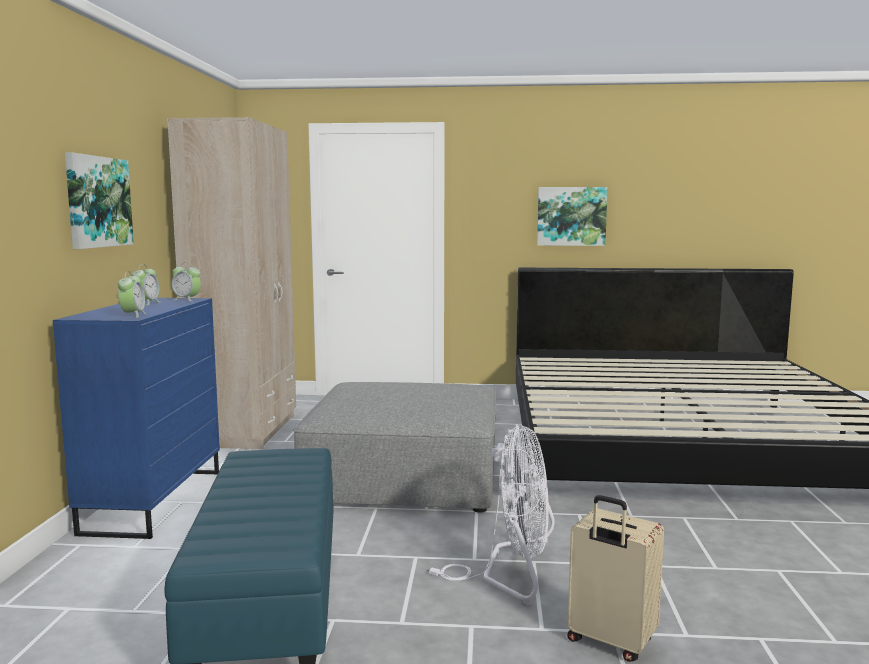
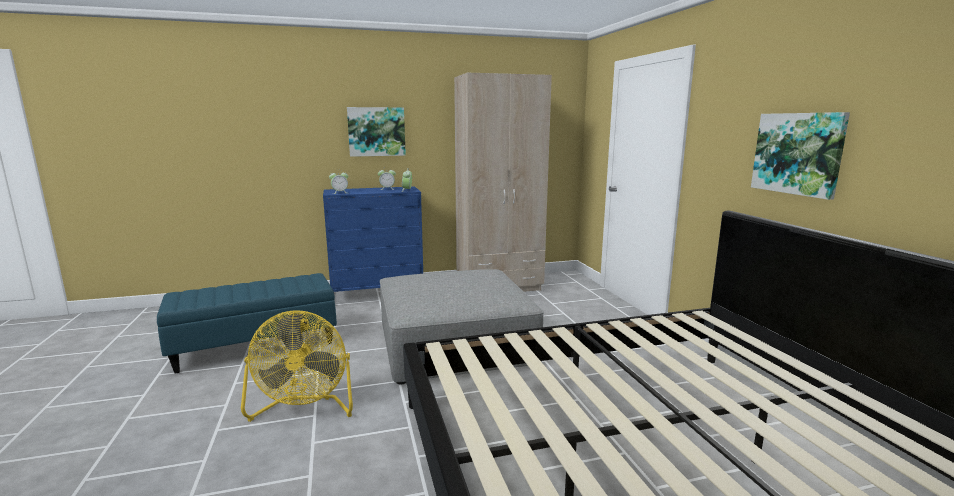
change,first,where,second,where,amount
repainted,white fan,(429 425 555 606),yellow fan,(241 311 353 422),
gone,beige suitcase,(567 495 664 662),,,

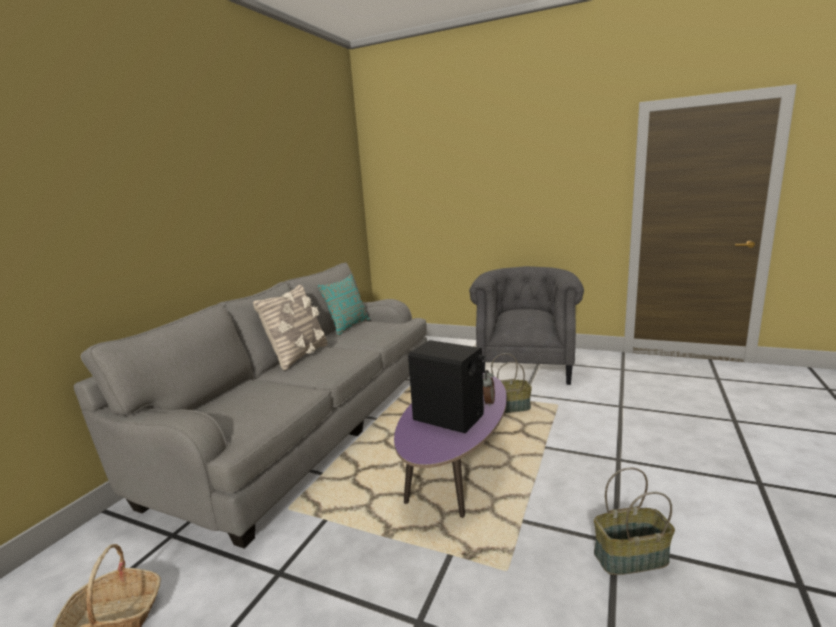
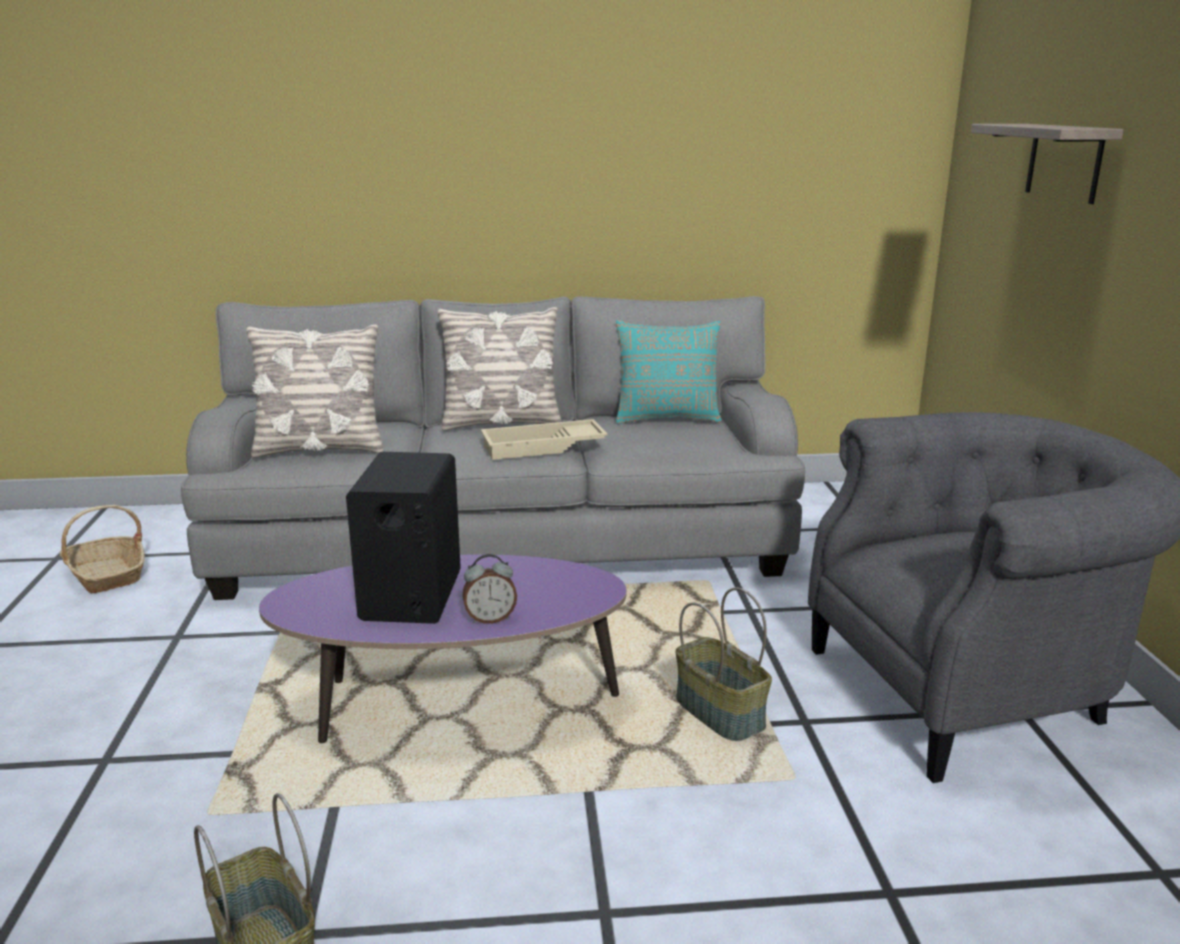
change,first,where,second,where,amount
new,,,beige pillow,(246 325 383 458),
new,,,beige tray,(481 419 608 460),
new,,,shelf,(971 124 1124 204),

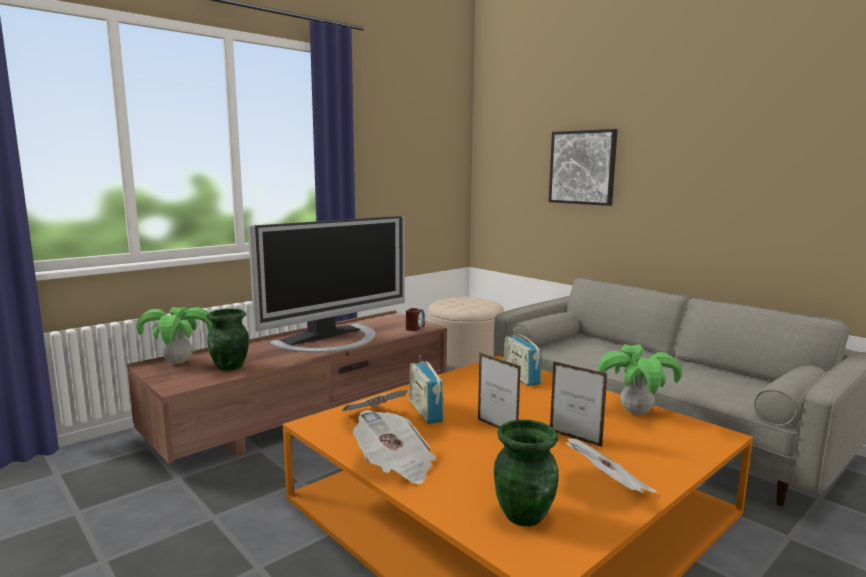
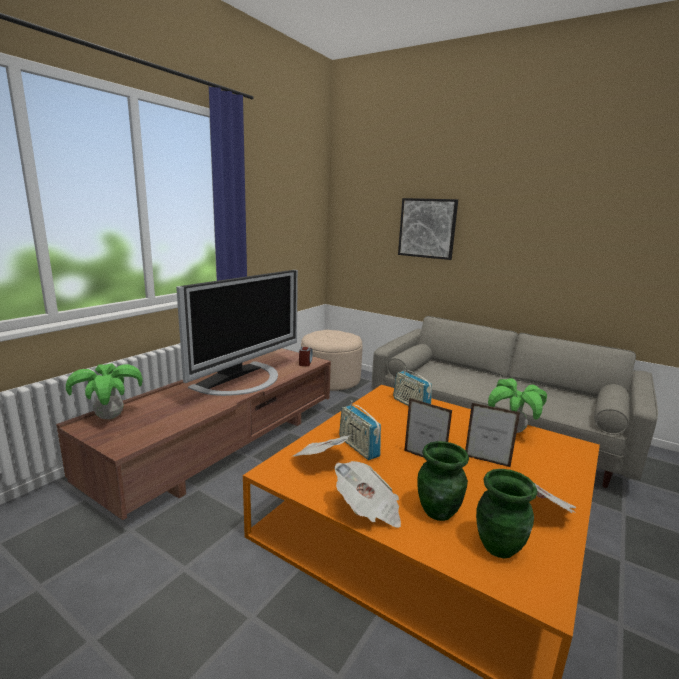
change,first,where,second,where,amount
shifted,green vase,(207 309 249 371),,(417 441 469 521),

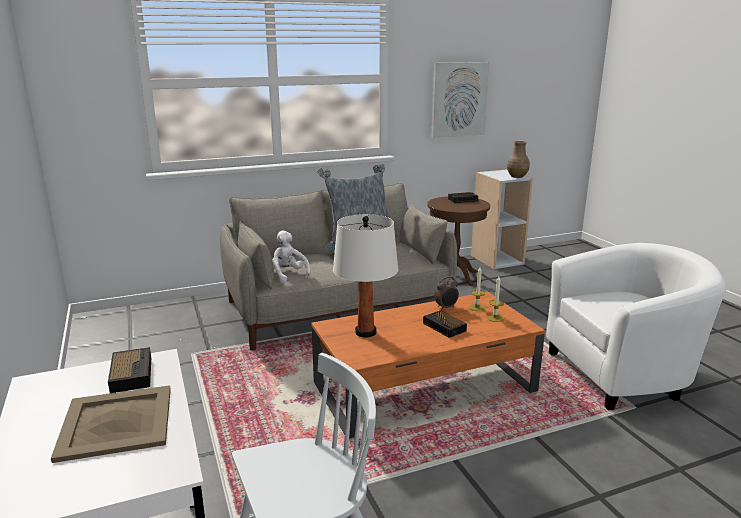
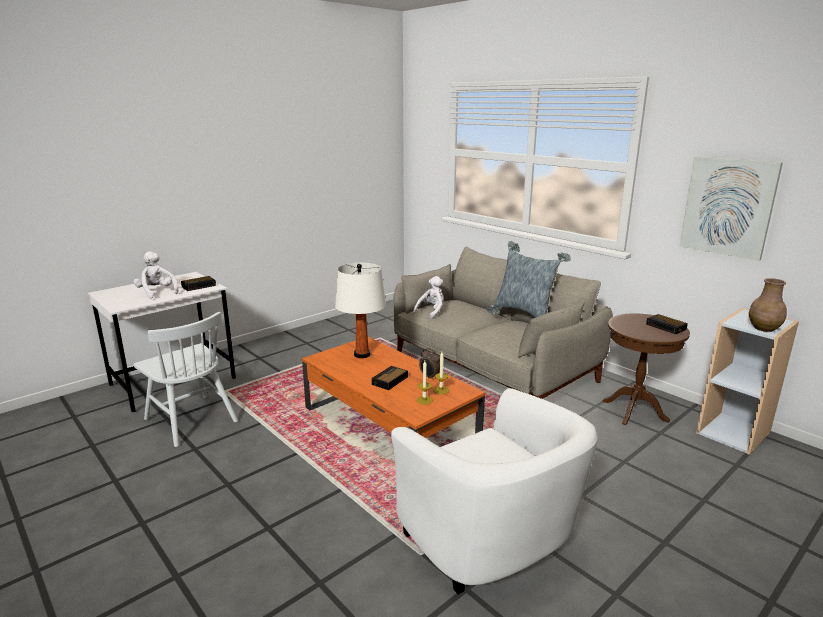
change,first,where,second,where,amount
swapped,beige tray,(51 385 171 463),white plush toy,(134 251 178 299),

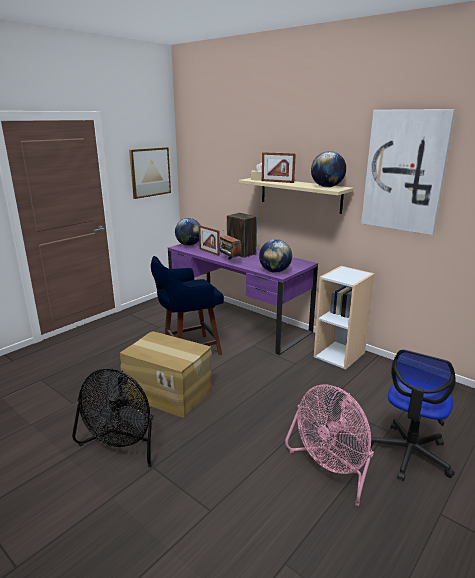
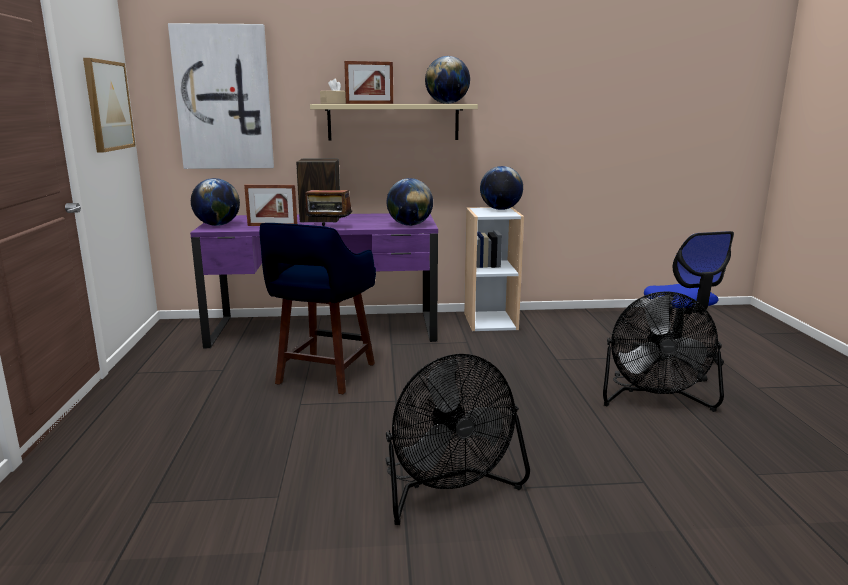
change,first,where,second,where,amount
gone,cardboard box,(120 331 212 418),,,
repainted,pink fan,(285 384 374 506),black fan,(603 292 724 412),
shifted,picture,(361 109 455 235),,(168 23 274 169),
new,,,globe,(480 166 523 210),

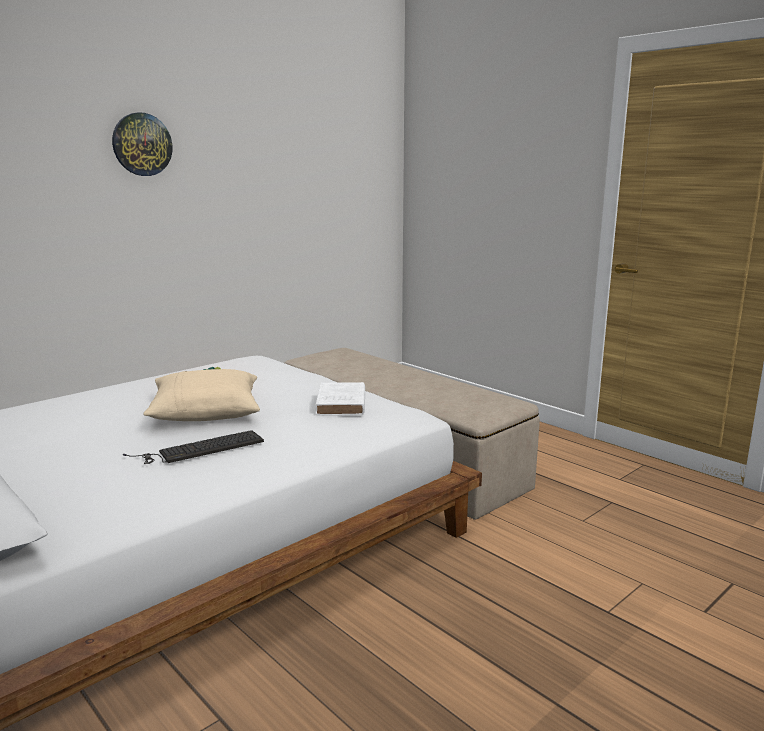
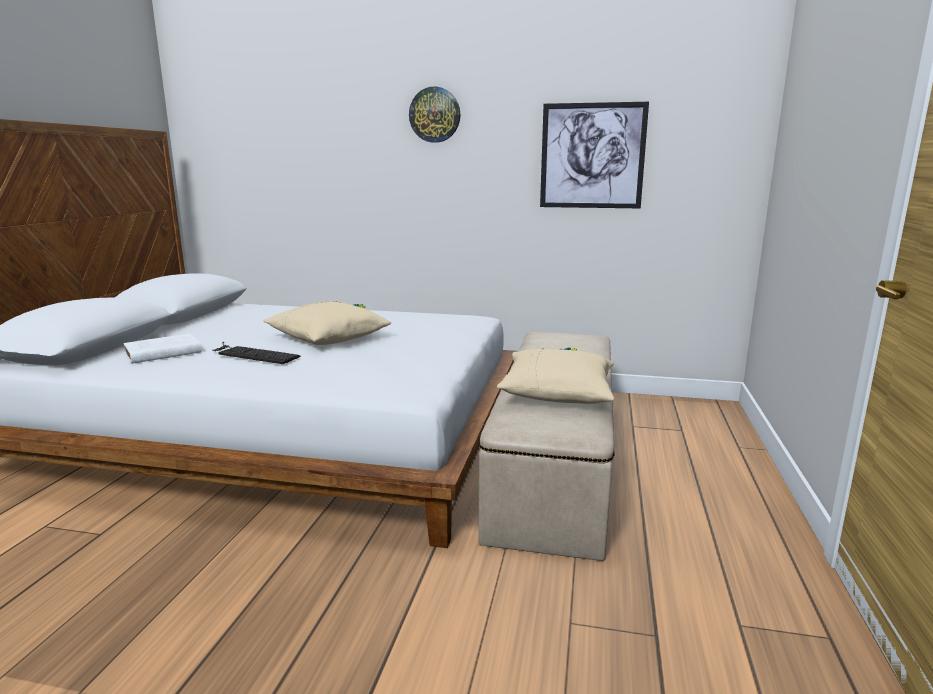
change,first,where,second,where,amount
shifted,white book,(316 382 365 416),,(123 333 201 364),
new,,,beige pillow,(497 347 614 404),
new,,,picture,(540 102 649 208),

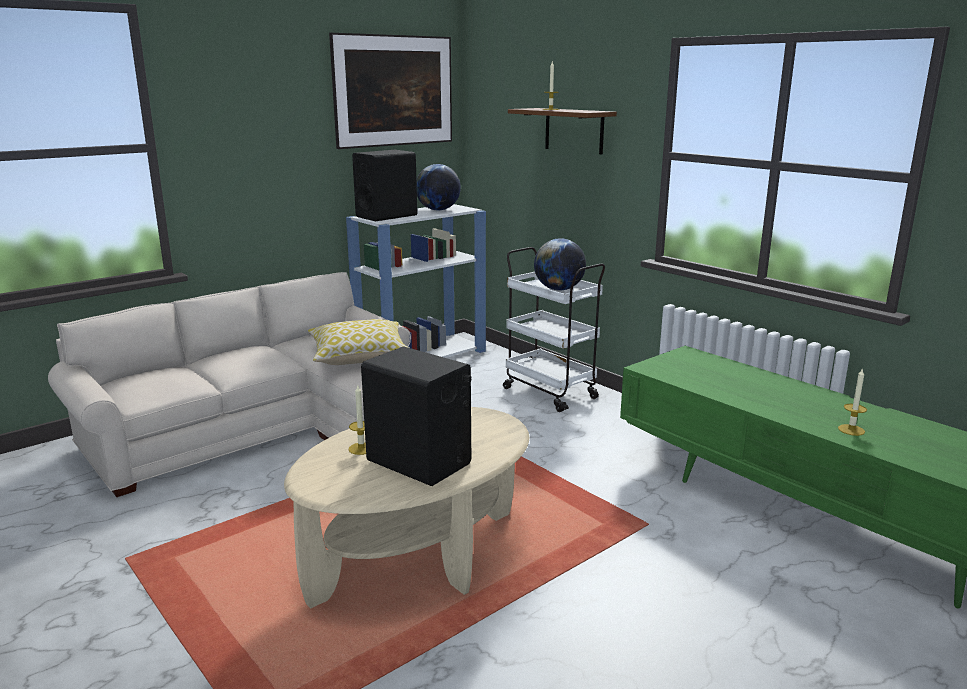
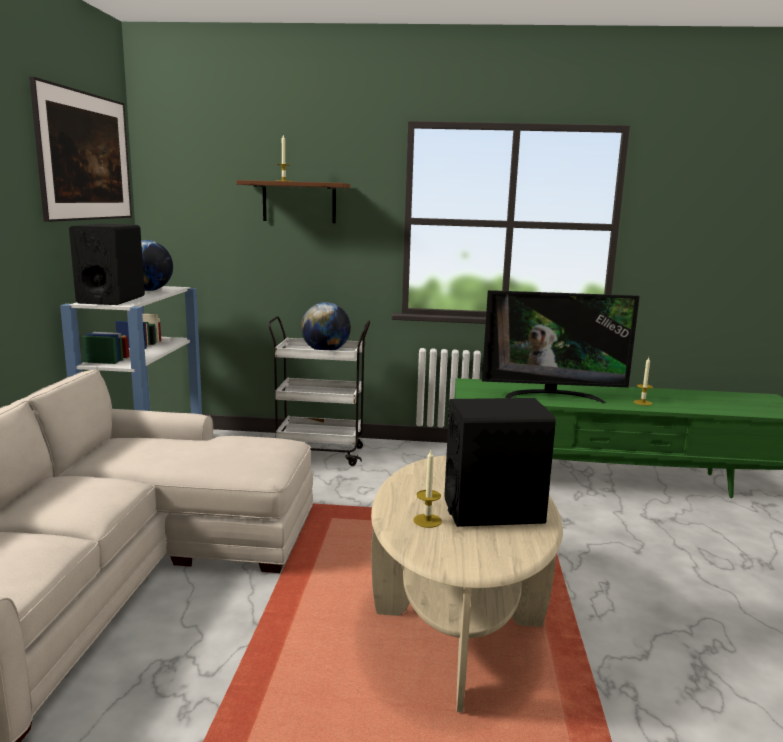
change,first,where,second,where,amount
gone,pillow,(308 319 409 365),,,
new,,,television,(482 290 640 403),

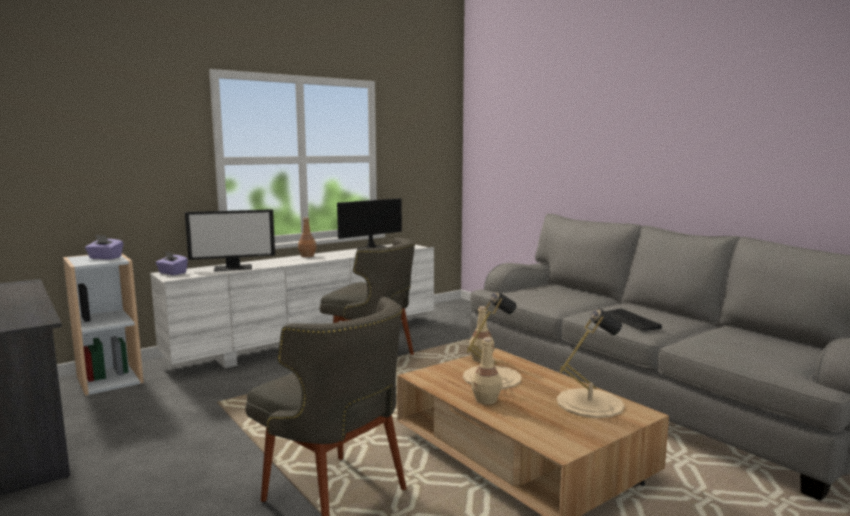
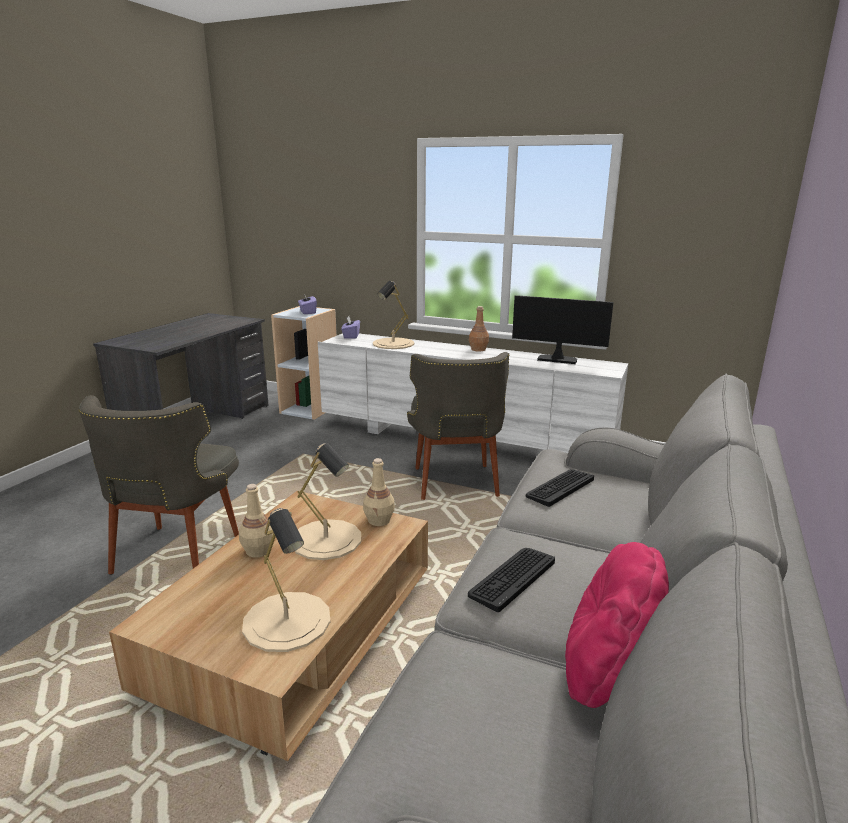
change,first,where,second,where,amount
swapped,monitor,(185 209 275 271),beige table lamp,(373 281 414 349),
new,,,keyboard,(526 469 594 507),
new,,,pink pillow,(565 542 669 708),

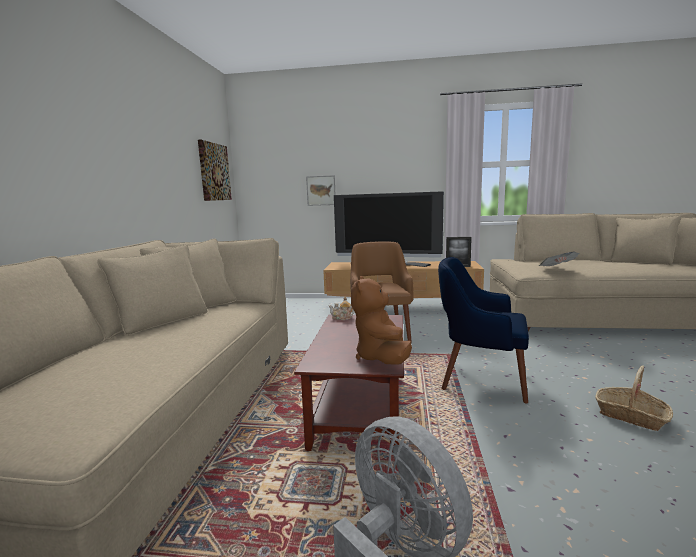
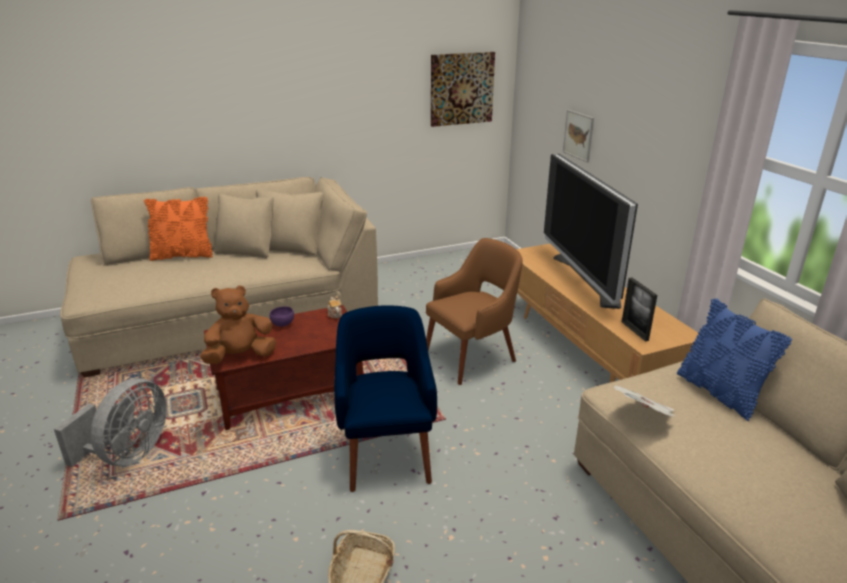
change,first,where,second,where,amount
new,,,orange pillow,(144 197 213 261),
new,,,purple bowl,(270 306 294 327),
new,,,blue pillow,(677 298 792 421),

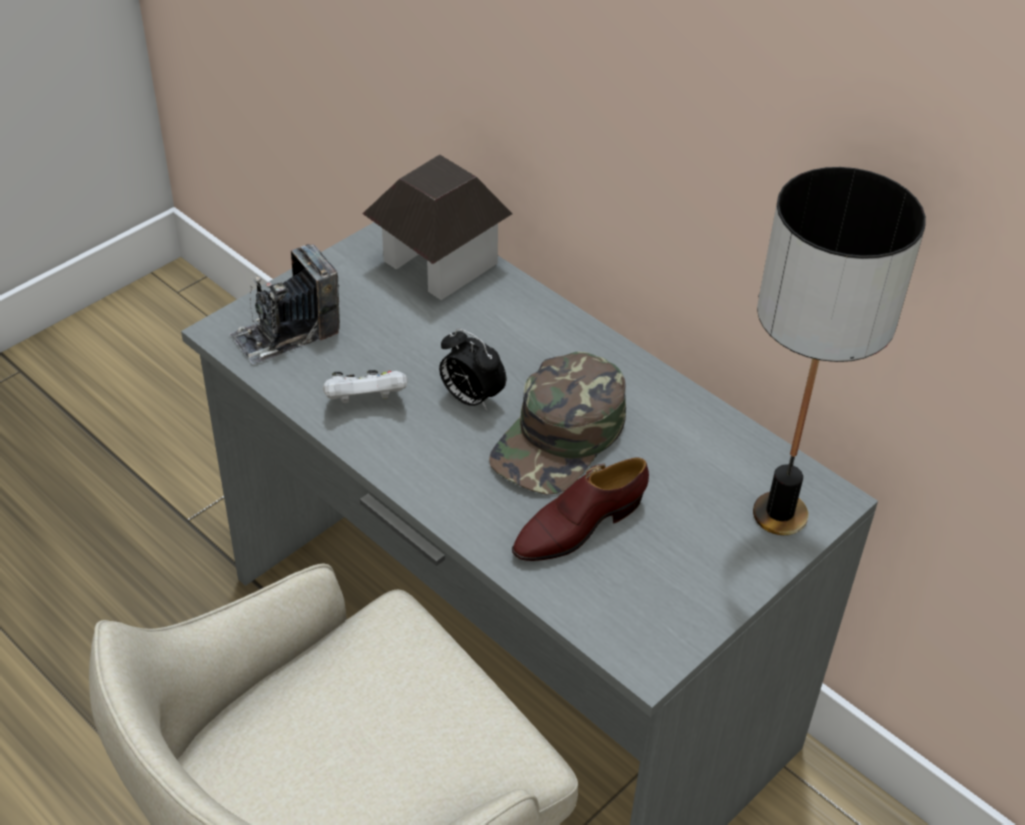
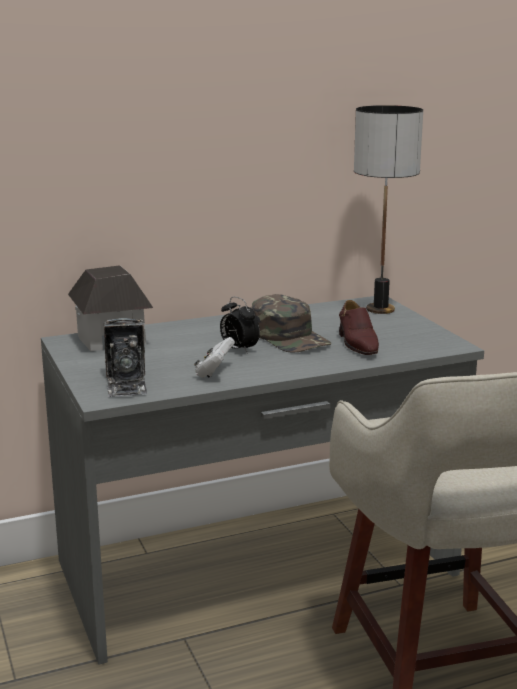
change,first,where,second,where,amount
rotated,alarm clock,(439 328 506 411),,(220 296 260 354),75 degrees clockwise

